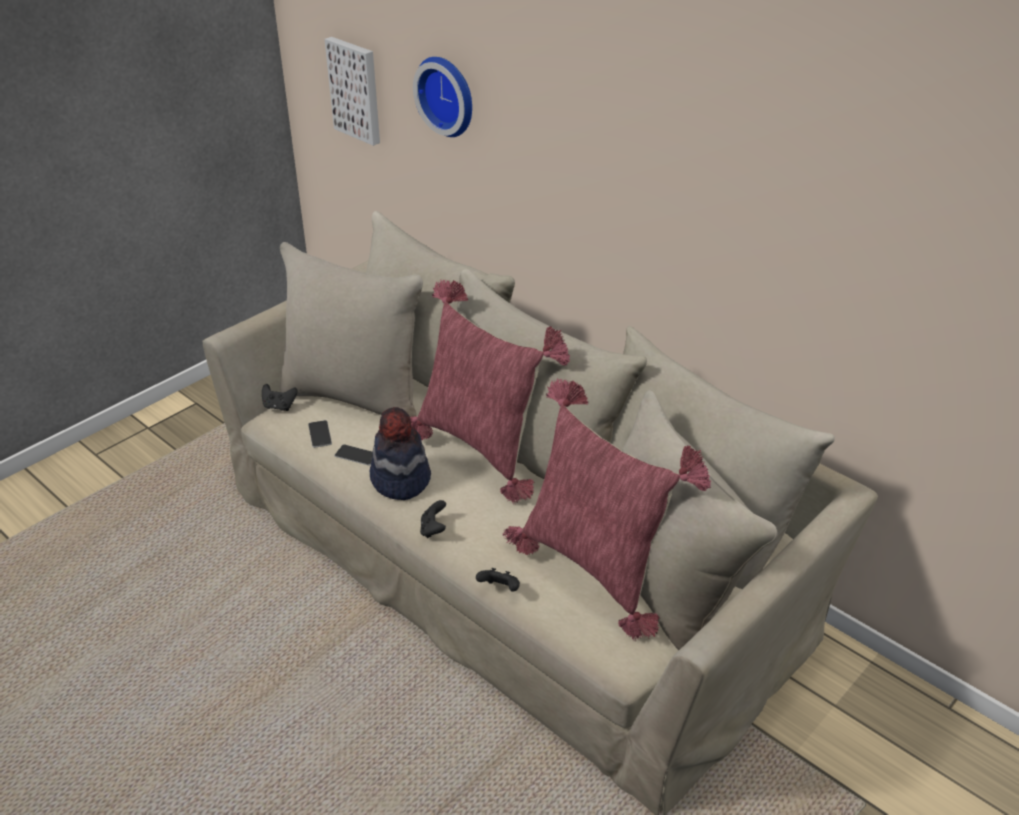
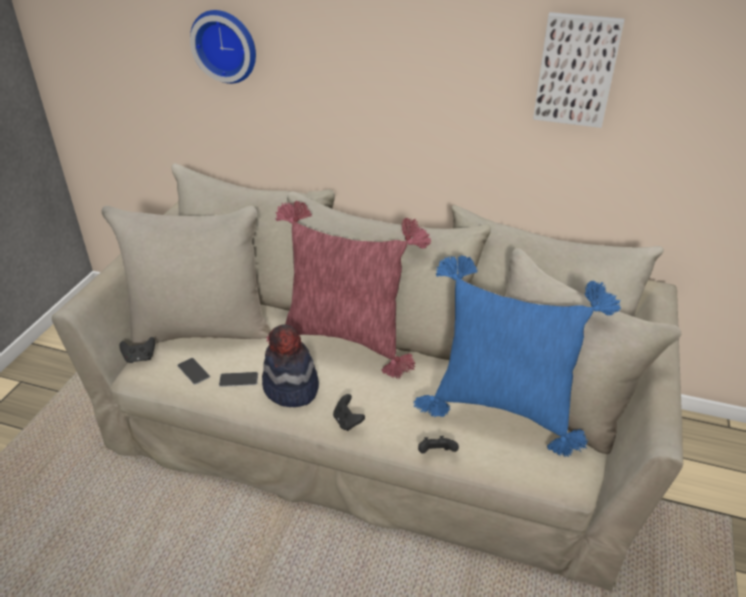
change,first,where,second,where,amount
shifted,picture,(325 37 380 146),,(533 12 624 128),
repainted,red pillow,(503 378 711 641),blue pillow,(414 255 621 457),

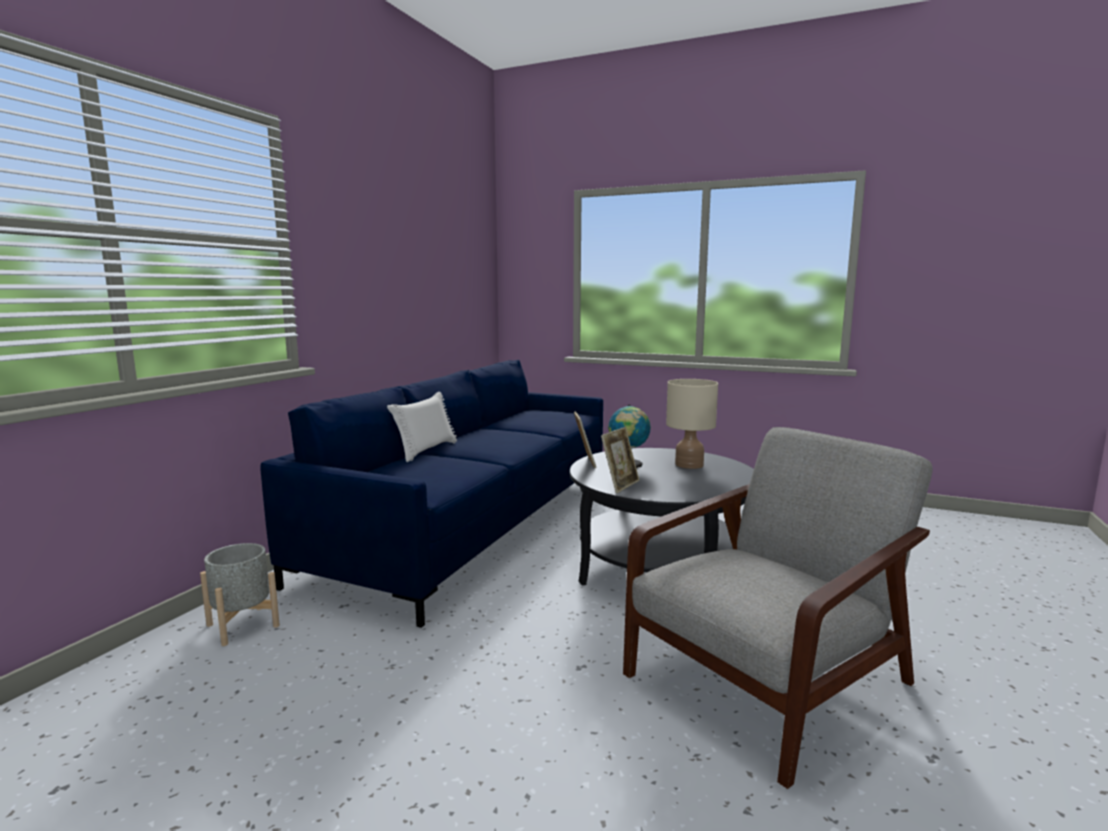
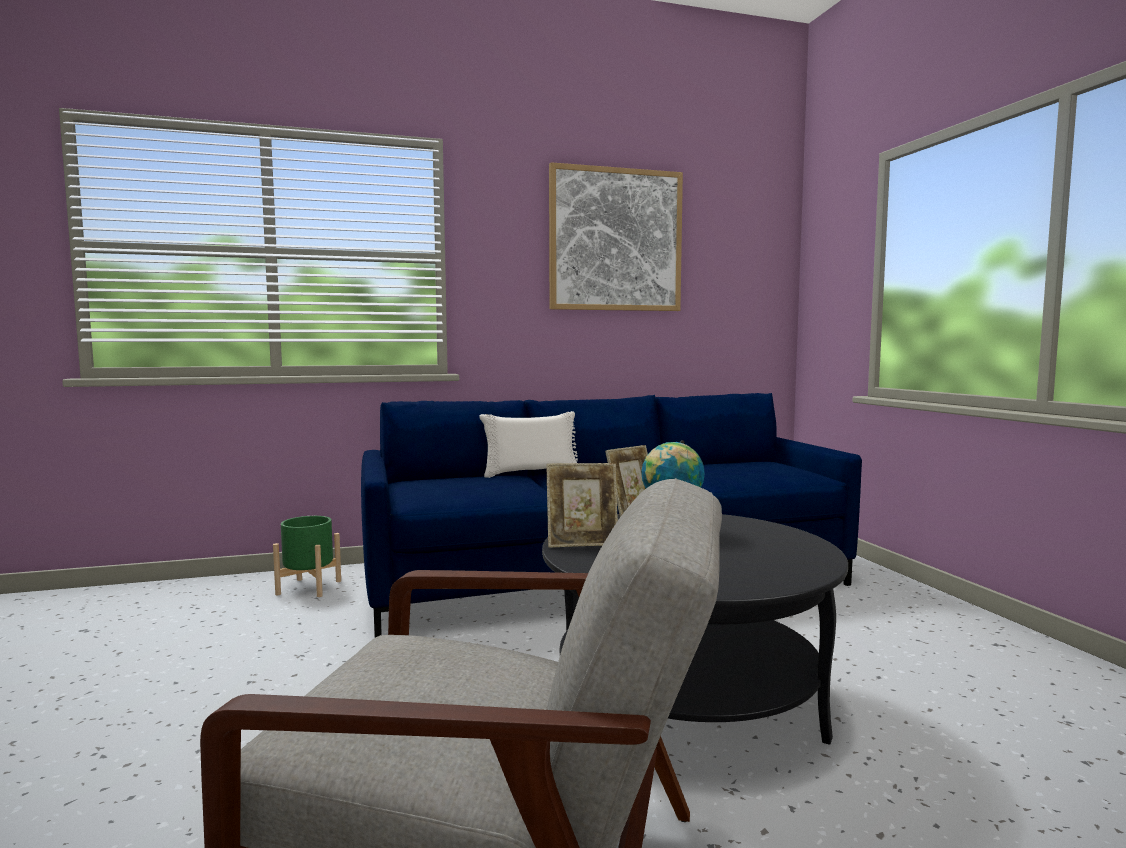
change,first,where,second,where,amount
repainted,grey planter,(200 543 280 646),green planter,(273 516 341 597),
gone,beige table lamp,(666 379 718 469),,,
new,,,picture,(549 162 683 311),

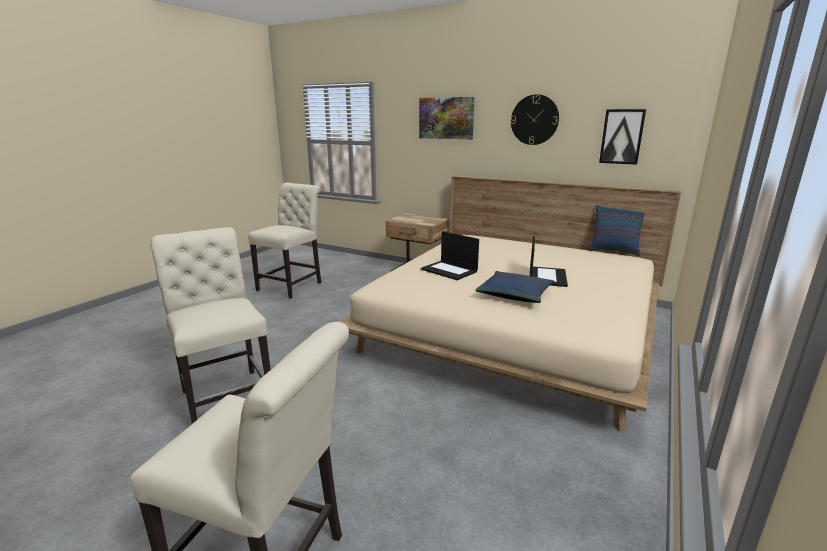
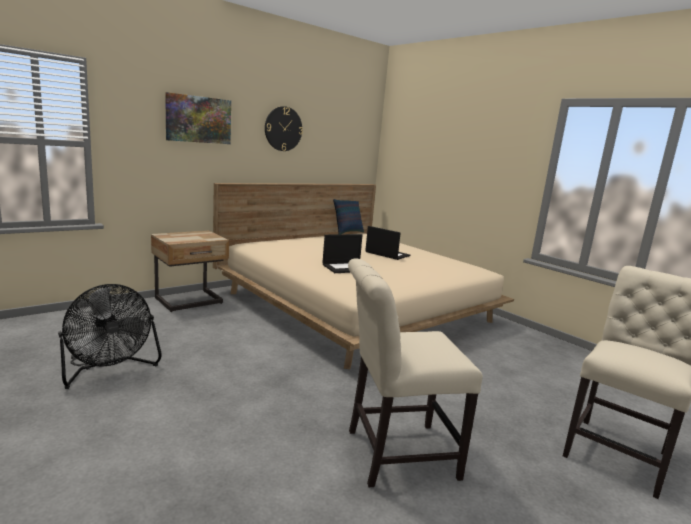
change,first,where,second,where,amount
swapped,beige chair,(248 183 322 299),black fan,(58 284 162 389),
gone,blue pillow,(476 271 554 303),,,
gone,picture,(599 109 646 165),,,

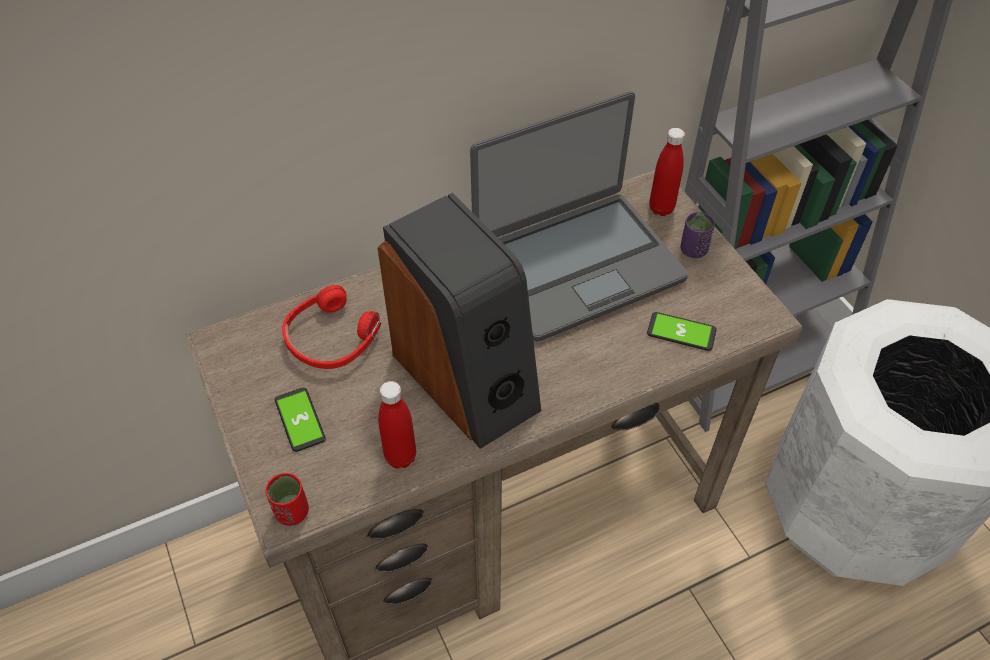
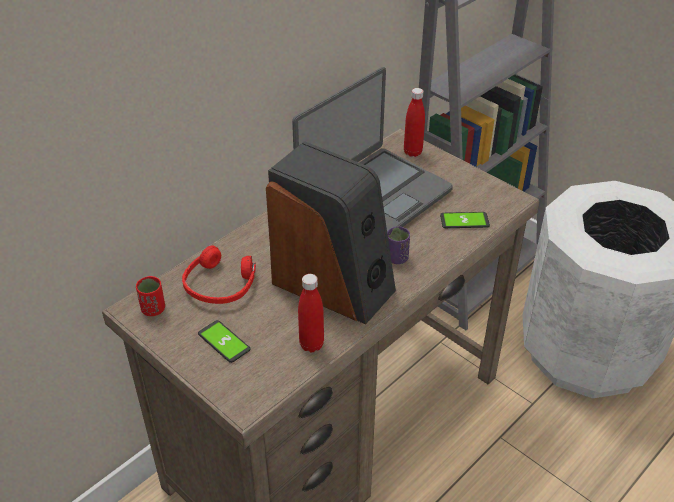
change,first,where,second,where,amount
shifted,red cup,(266 473 309 526),,(136 276 165 316),
shifted,purple cup,(680 212 715 258),,(387 226 410 264),

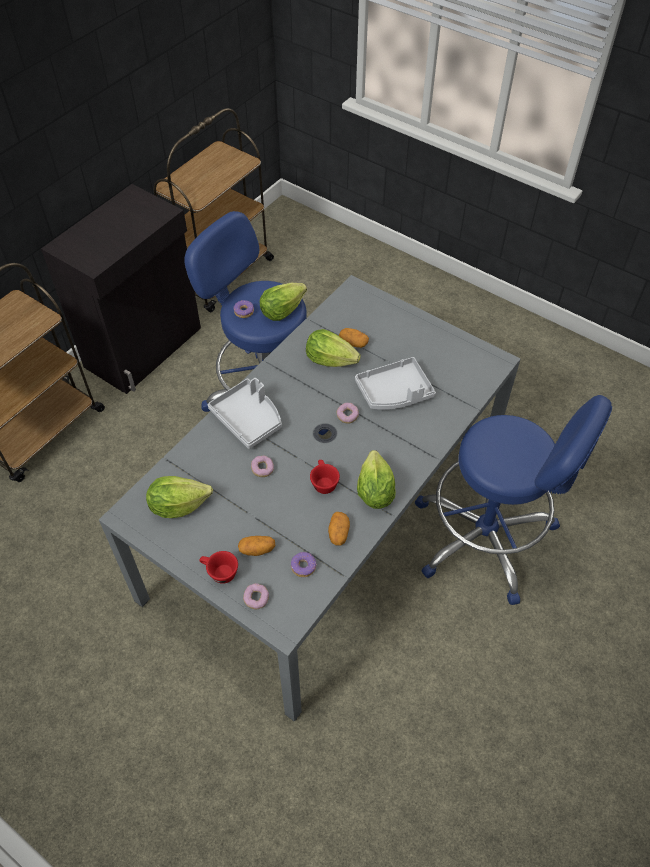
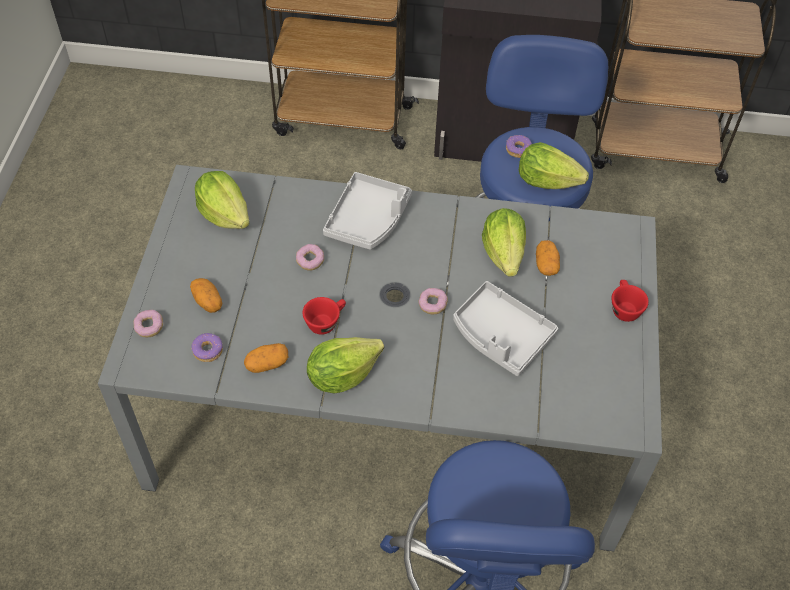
change,first,where,second,where,amount
shifted,red cup,(199 551 238 584),,(612 280 649 322),

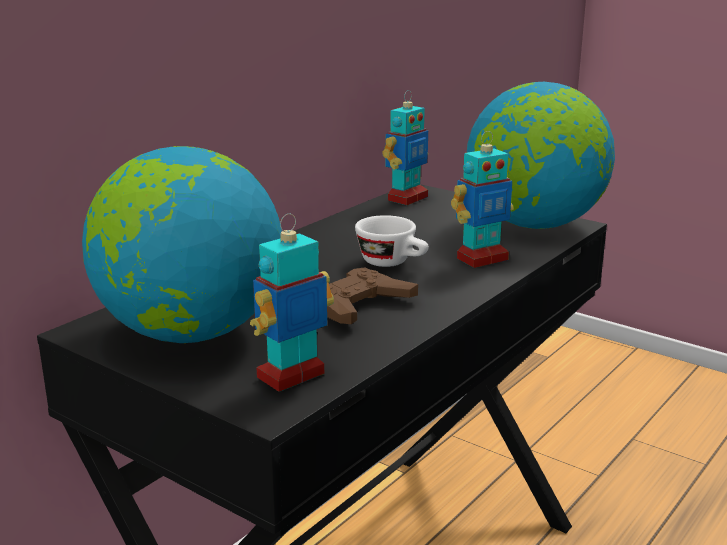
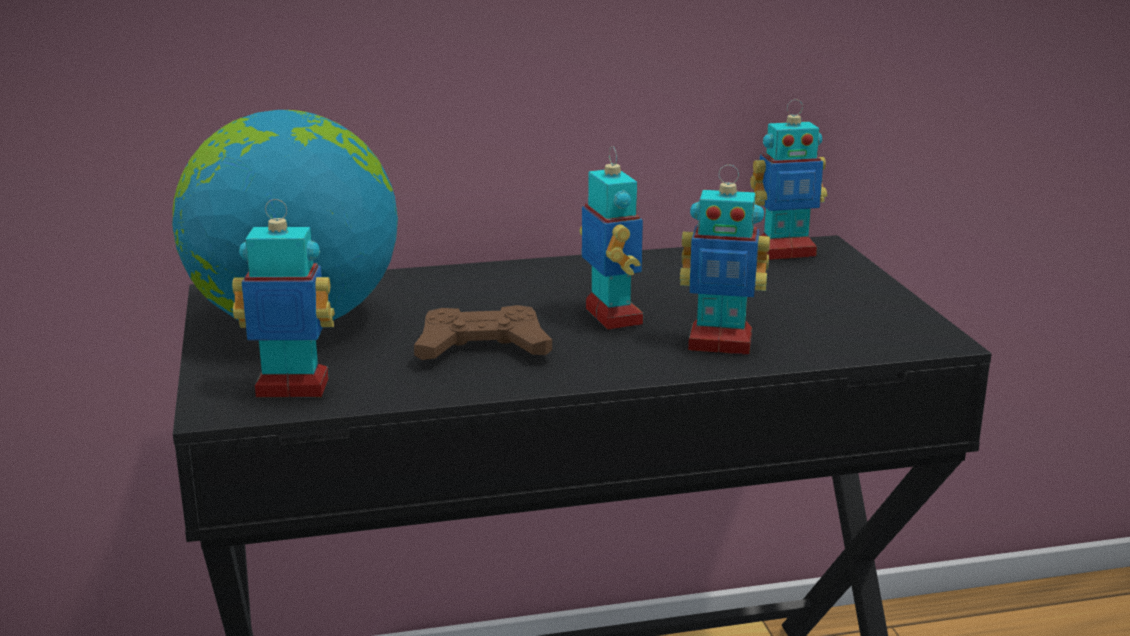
change,first,where,second,where,amount
swapped,white cup,(355 215 429 267),toy robot,(580 146 644 330),
gone,globe,(467 82 615 229),,,

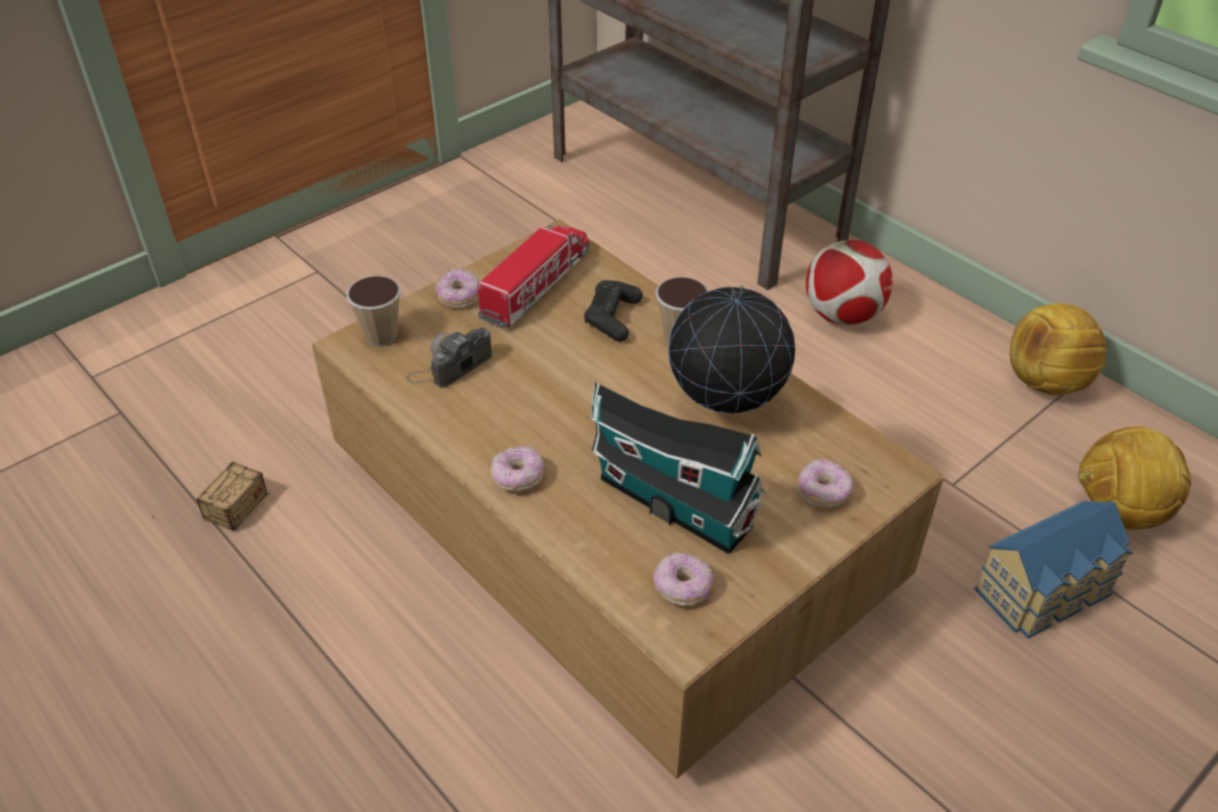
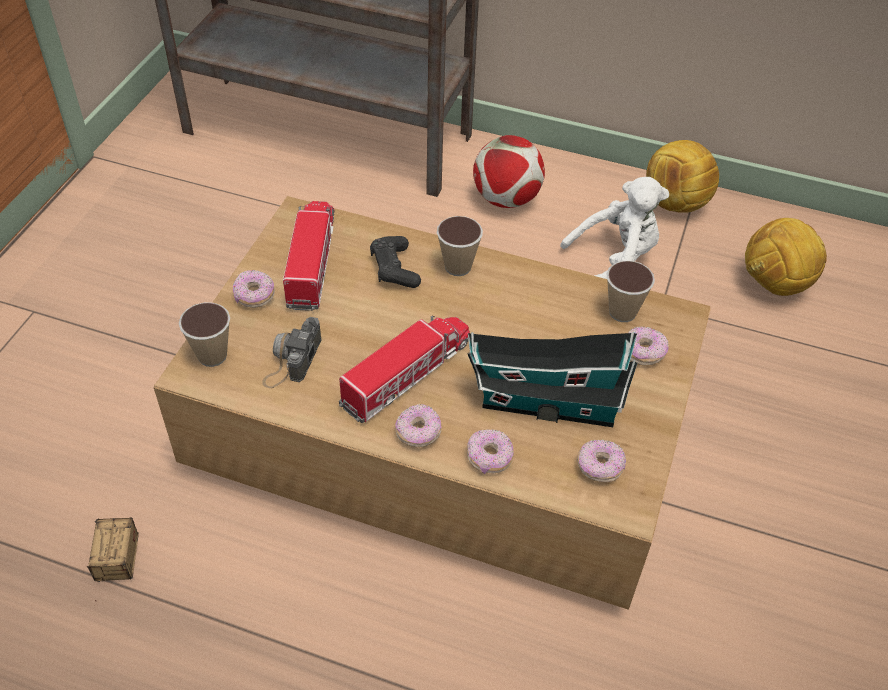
change,first,where,second,where,amount
gone,globe,(668 285 795 414),,,
gone,toy house,(974 501 1133 638),,,
new,,,toy truck,(339 315 470 423),
new,,,donut,(467 429 514 474),
new,,,white plush toy,(560 177 669 279),
new,,,cup,(607 261 655 322),

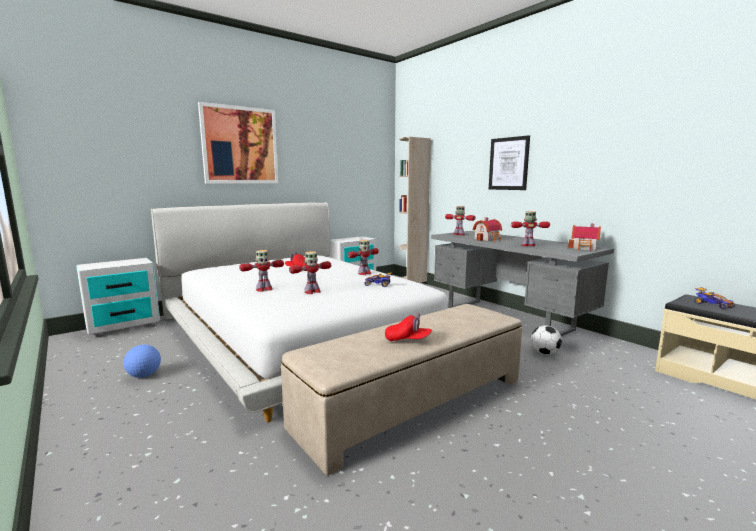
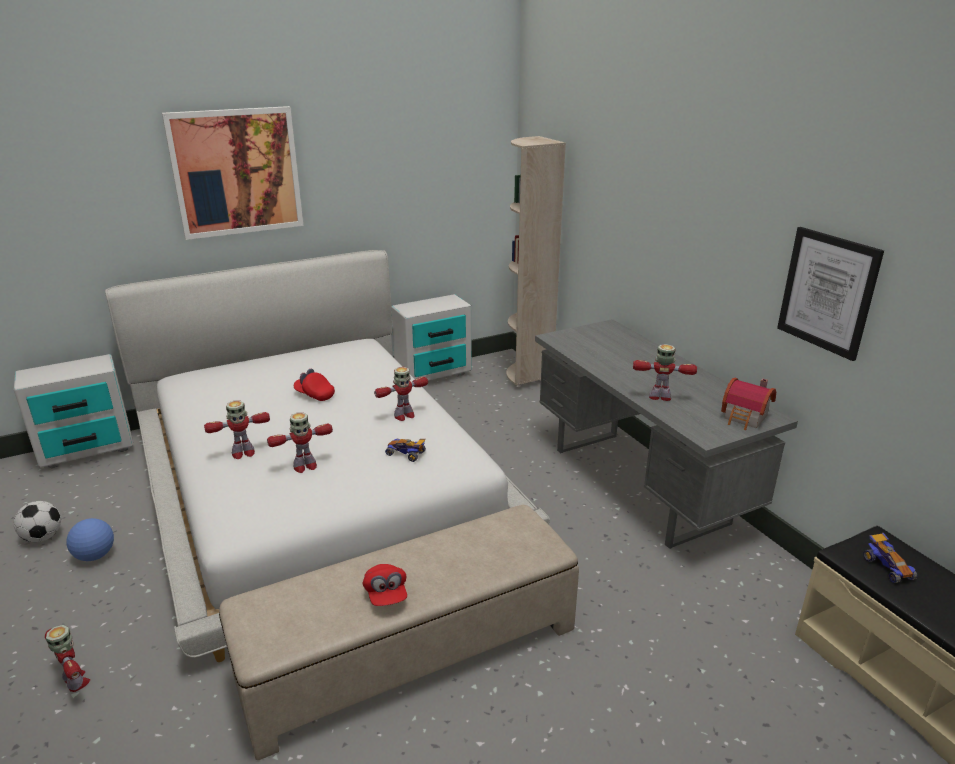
change,first,where,second,where,amount
rotated,red cap,(385 313 432 341),,(363 564 407 606),45 degrees clockwise
shifted,toy robot,(445 206 475 235),,(45 625 90 692),
gone,toy house,(473 218 502 241),,,
shifted,picture,(489 135 530 190),,(777 227 884 361),
shifted,football,(531 325 562 355),,(14 501 61 542),

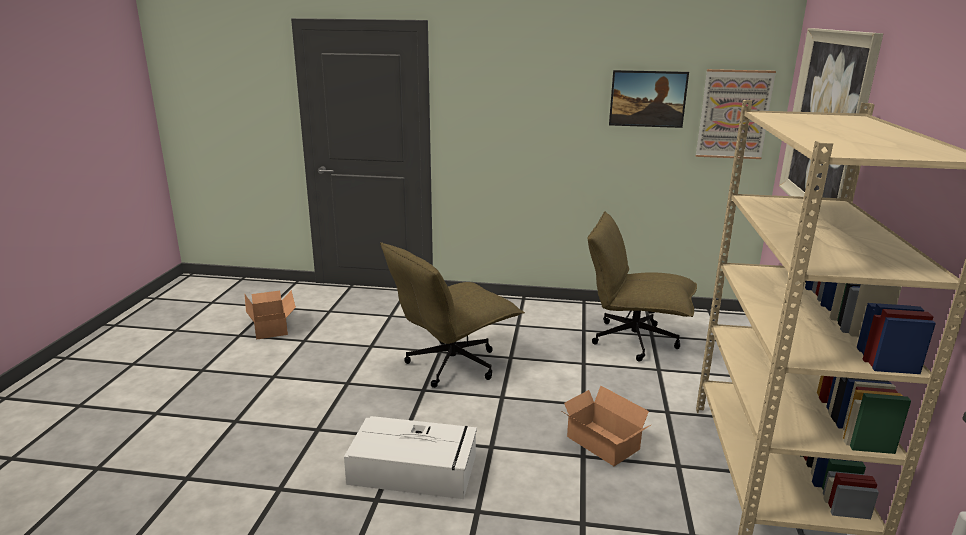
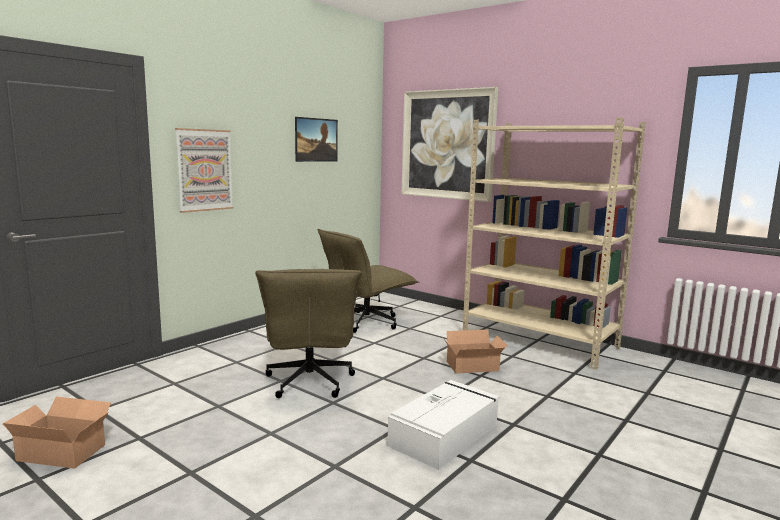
change,first,where,second,where,amount
shifted,picture,(696 69 776 159),,(175 128 233 213),

